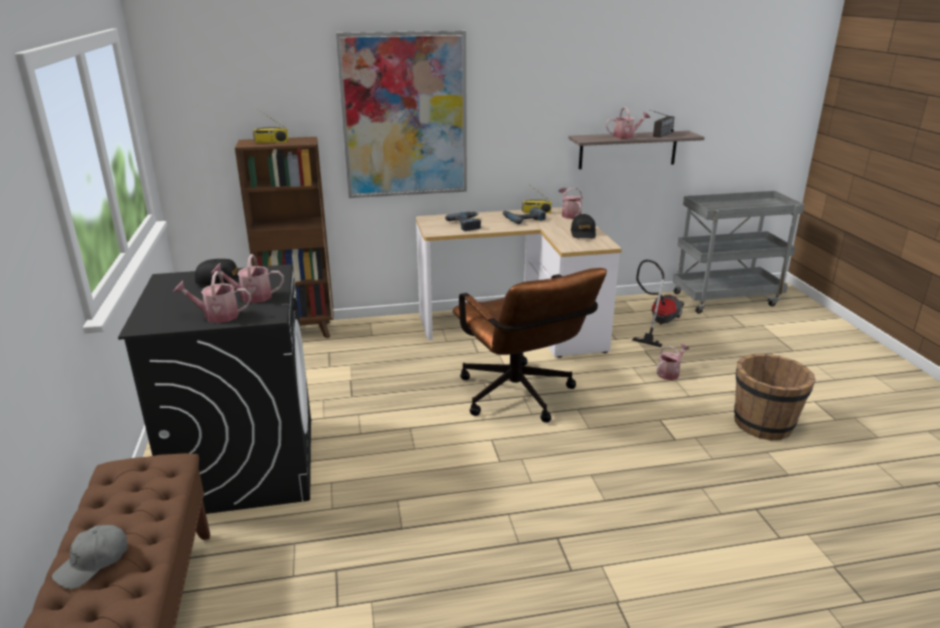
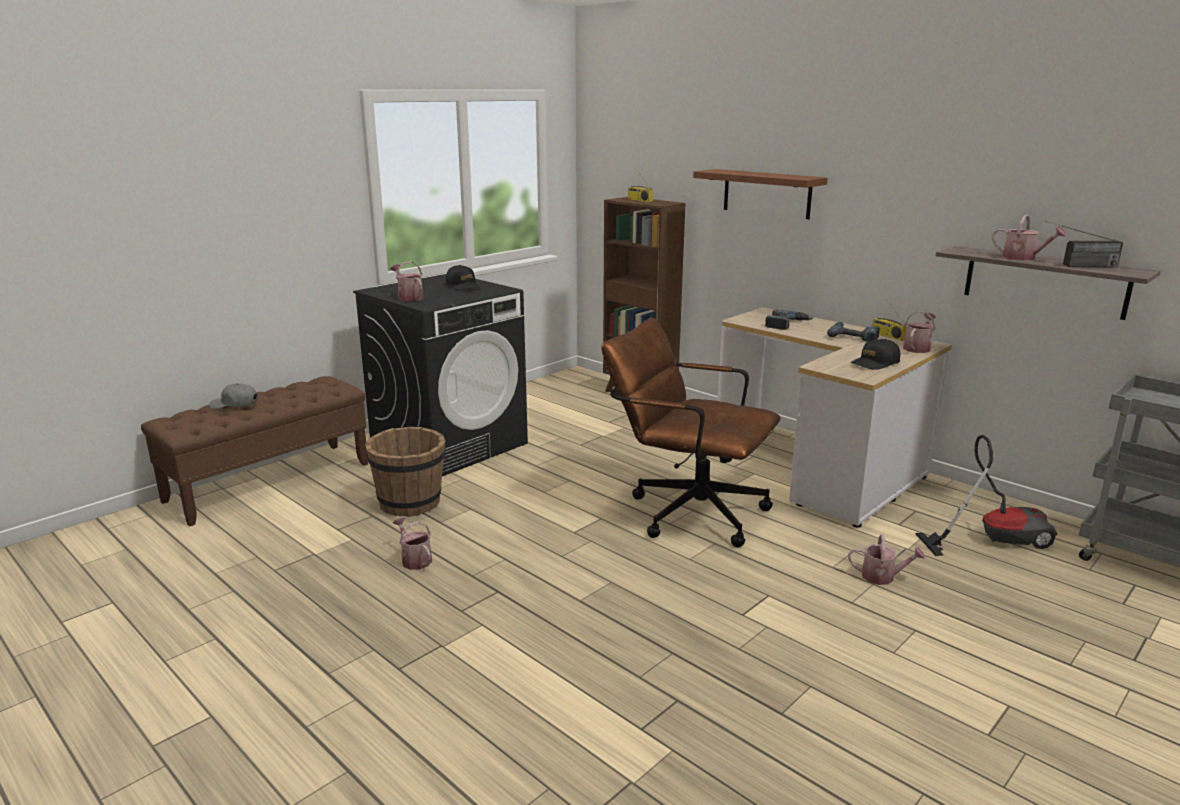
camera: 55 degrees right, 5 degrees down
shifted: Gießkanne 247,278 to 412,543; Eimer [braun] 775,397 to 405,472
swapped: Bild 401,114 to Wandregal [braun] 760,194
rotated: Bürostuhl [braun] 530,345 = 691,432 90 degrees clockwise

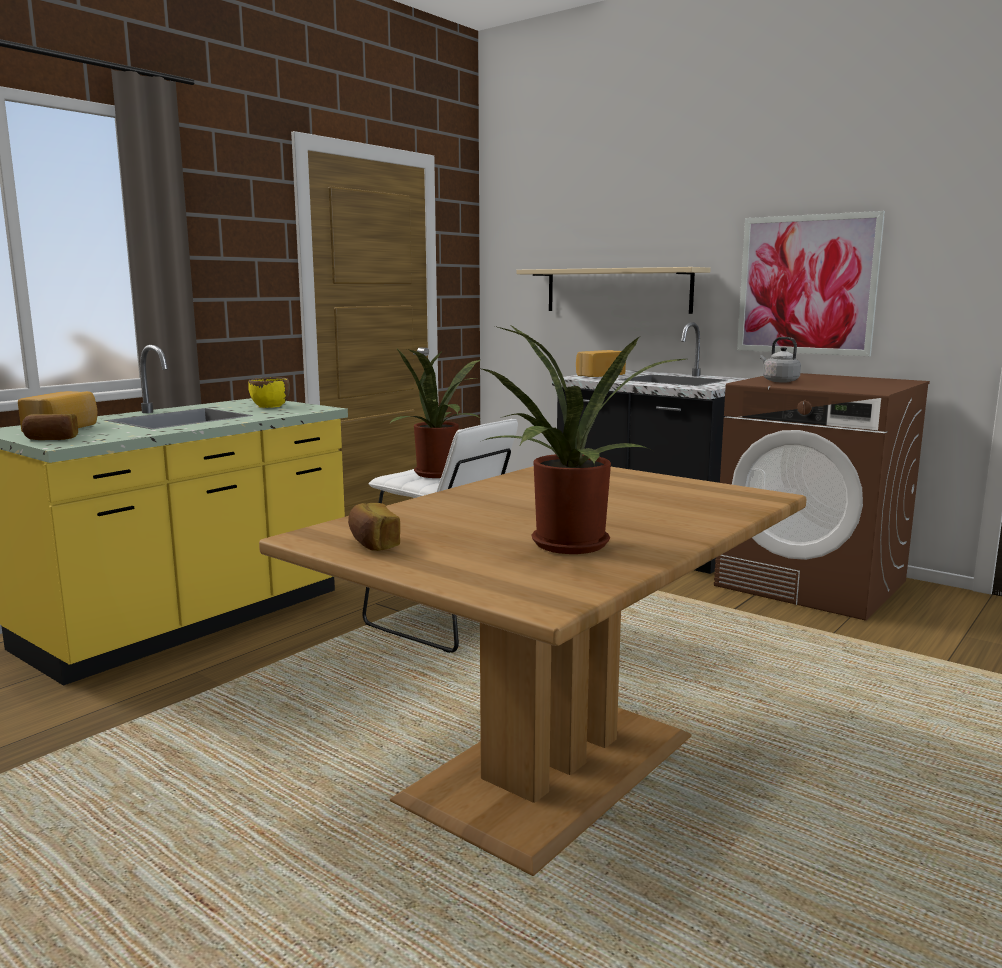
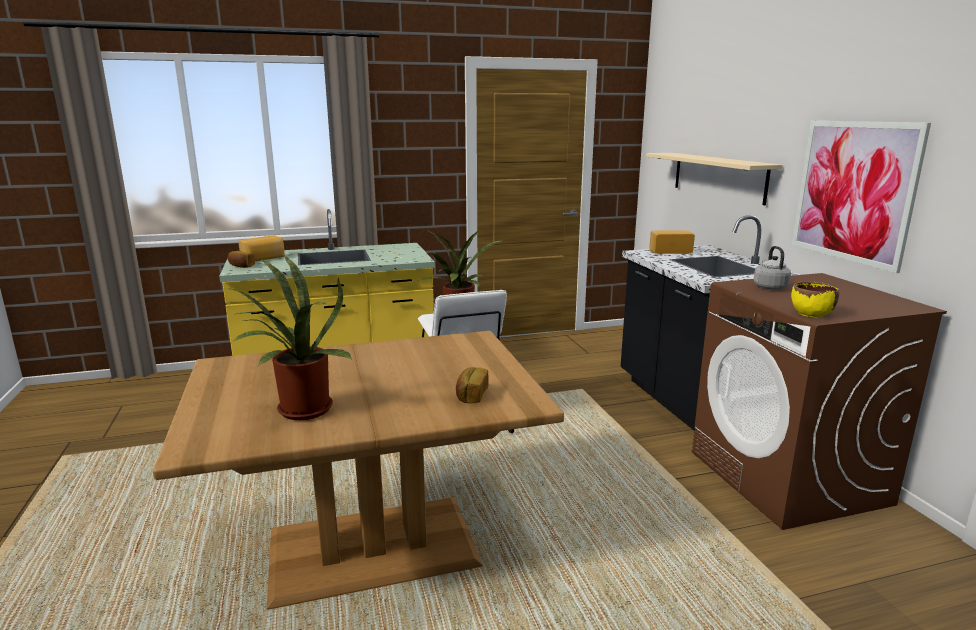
camera: 35 degrees right, 5 degrees up
shifted: Schüssel [gelb] 269,392 to 815,299; Brot 374,527 to 472,385

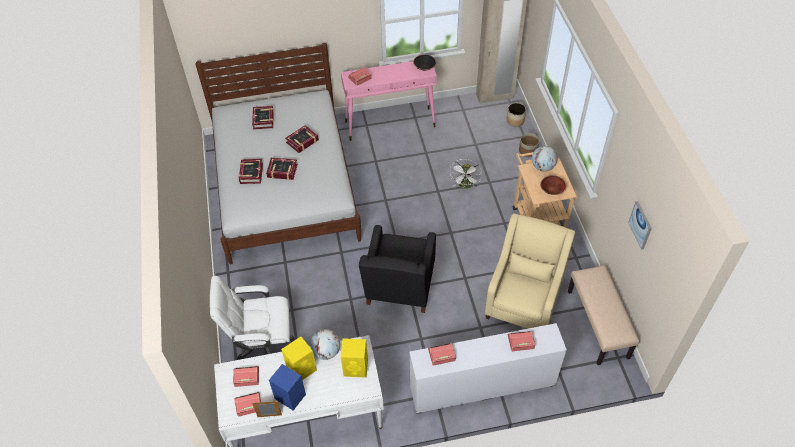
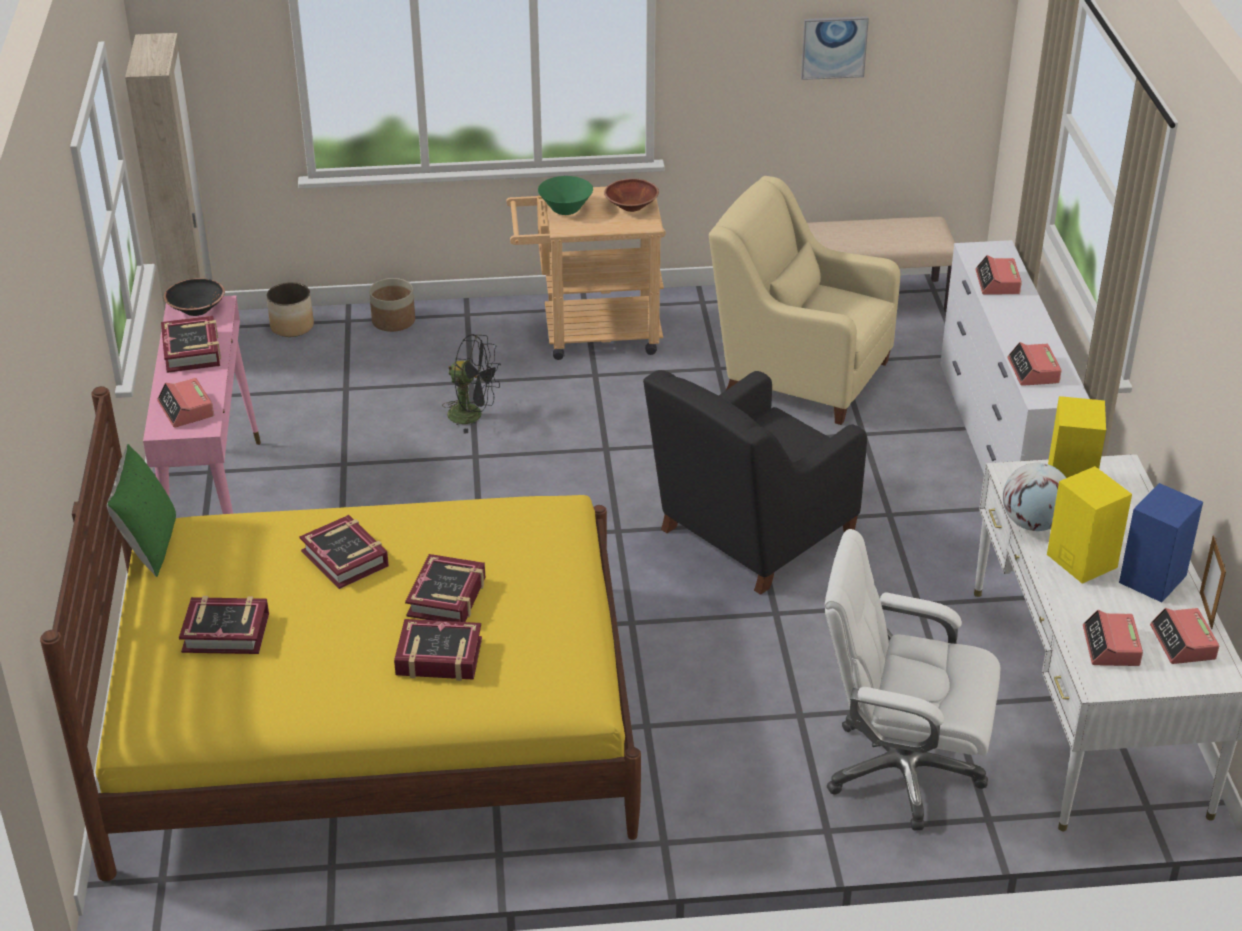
camera: 85 degrees left, 15 degrees down
new: Buch 191,344; Kissen [grün] 141,510
swapped: Globus 545,158 to Schüssel [grün] 565,195
repainted: Bett [weiß] 278,153 to Bett [gelb] 340,633; Ventilator [weiß] 466,174 to Ventilator [schwarz] 471,383
rotated: Sessel [schwarz] 397,269 = 755,482 120 degrees clockwise; Bürostuhl [weiß] 253,318 = 913,680 105 degrees clockwise

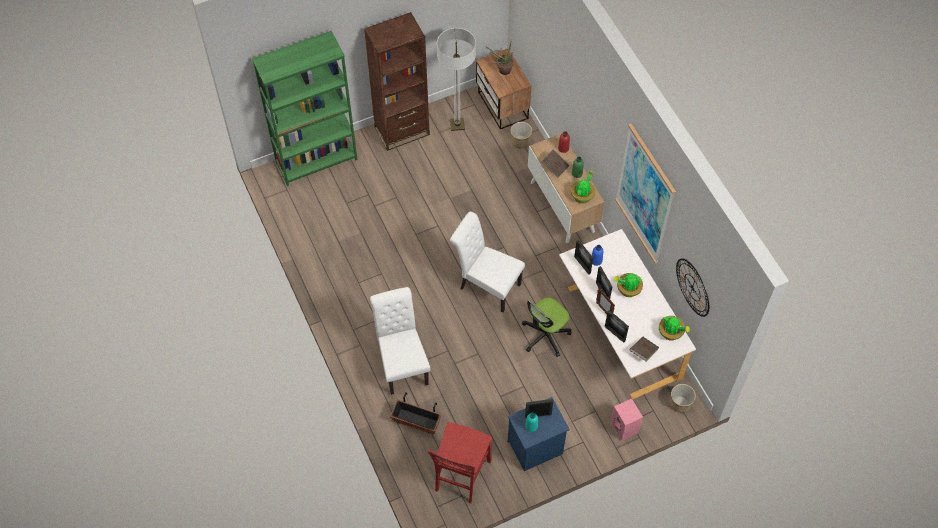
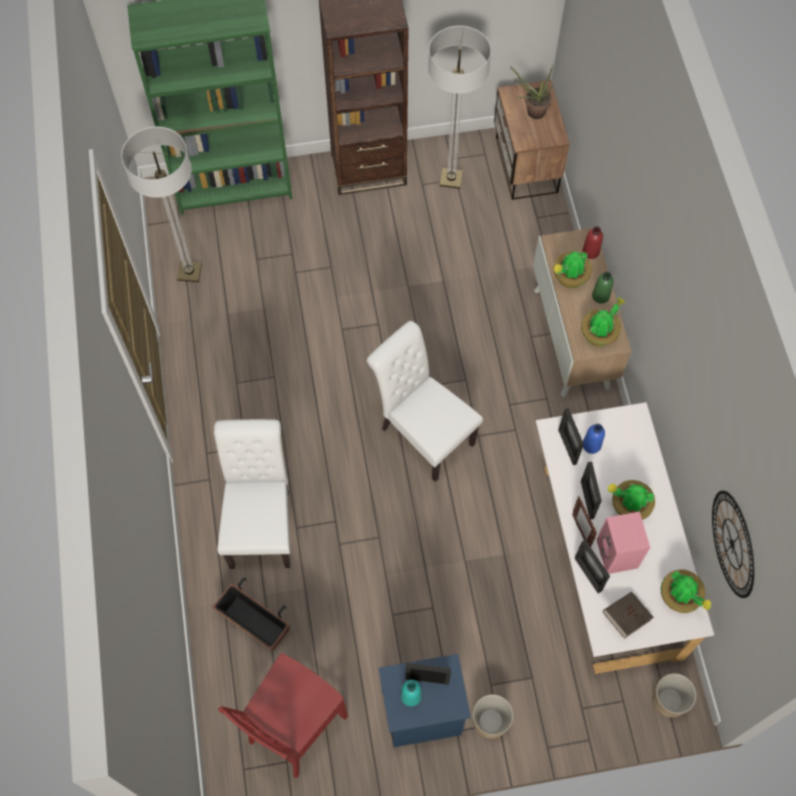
camera: 15 degrees right, 5 degrees up
gone: Bild 645,194; Bürostuhl 547,327
new: Stehlampe 161,204
shifted: Pflanzkübel 521,135 to 493,716; Lautsprecher [rosa] 626,420 to 623,543
swapped: Buch [braun] 555,164 to Topfpflanze 572,269

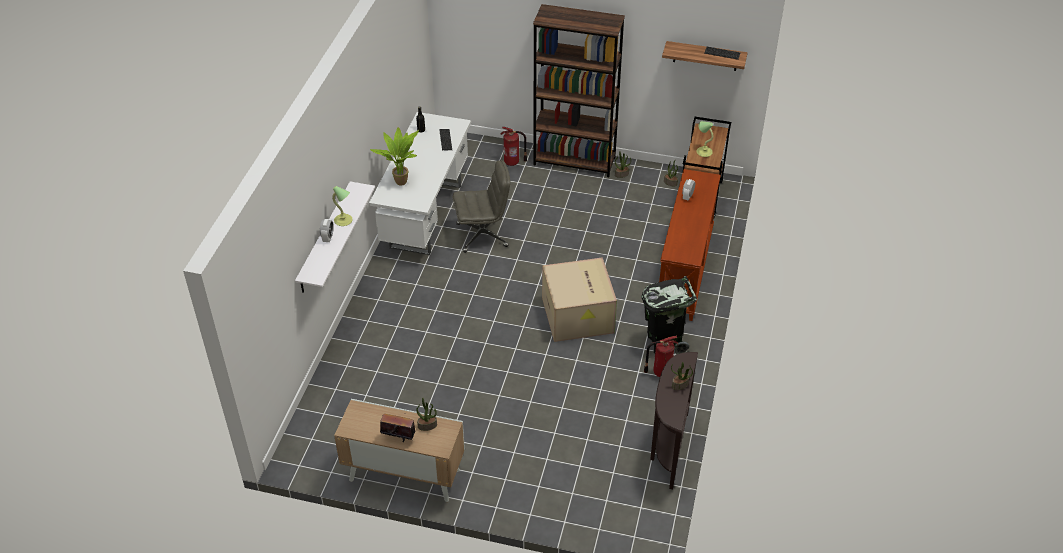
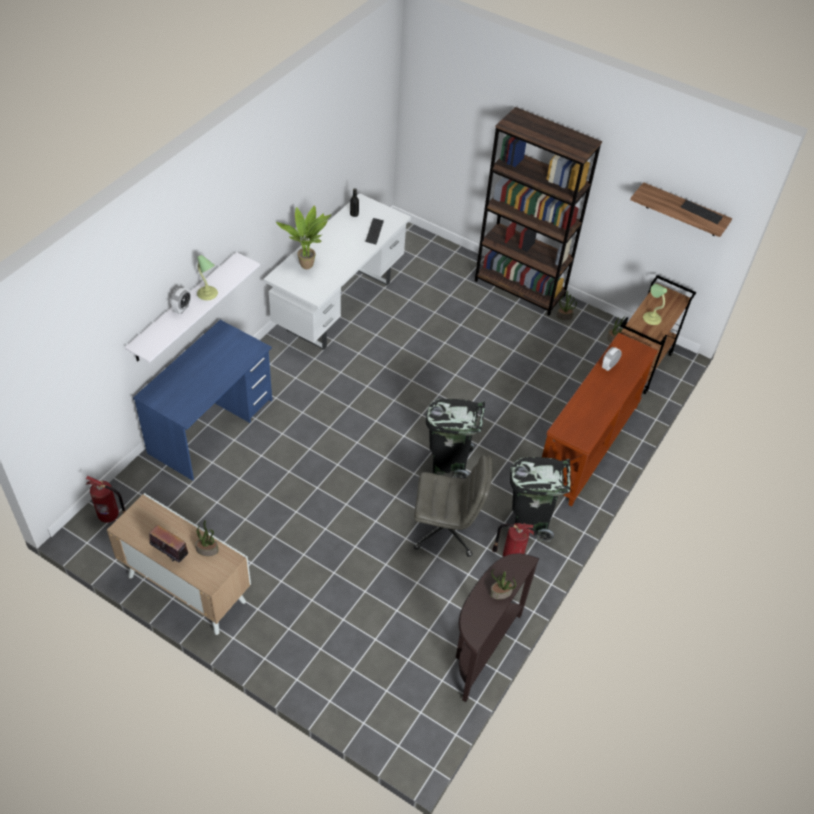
camera: 15 degrees right, 5 degrees up
new: Schreibtisch [blau] 202,400
shifted: Feuerlöscher 514,146 to 105,499; Bürostuhl [grau] 481,206 to 453,506
swapped: Karton 579,299 to Mülleimer [schwarz] 455,439

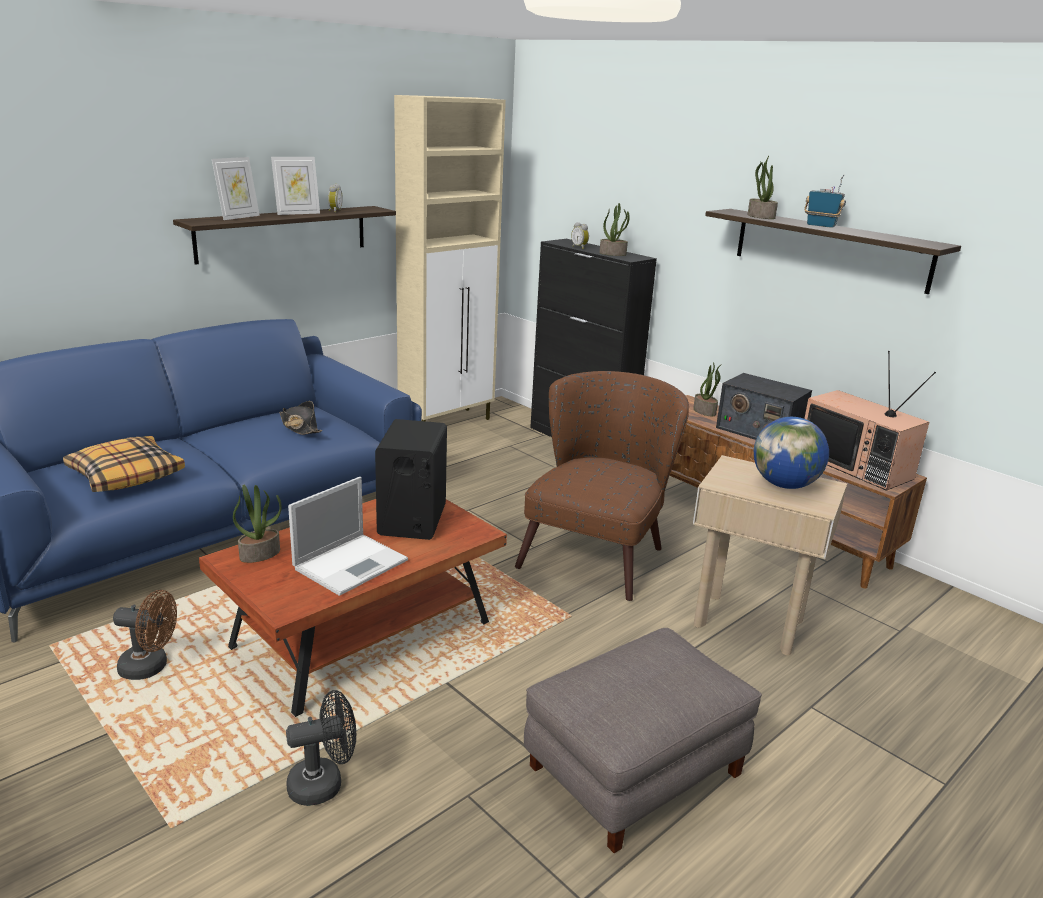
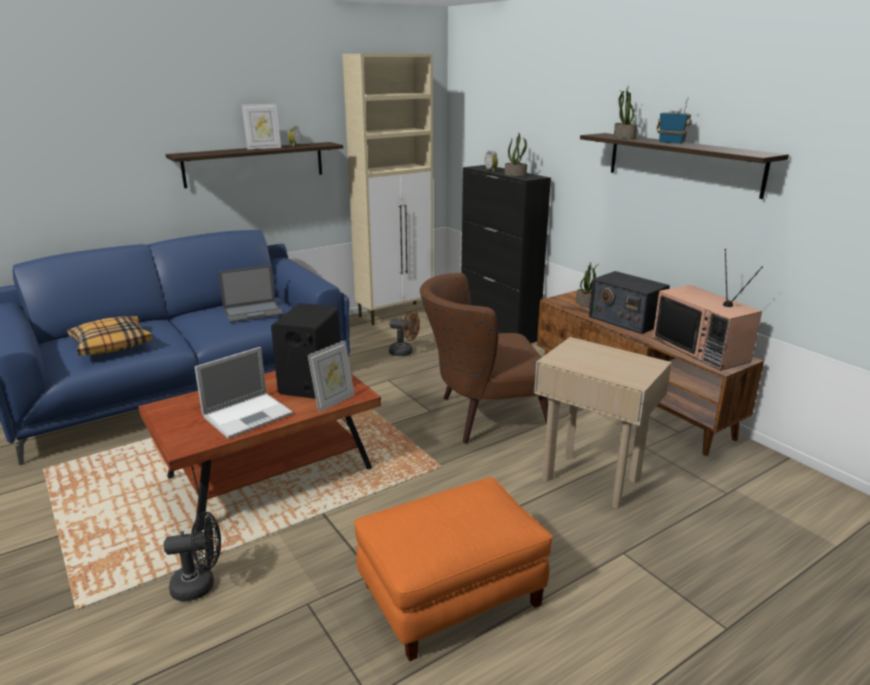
camera: 10 degrees right, 0 degrees up
gone: Globus 791,453; Topfpflanze 257,524
shifted: Bilderrahmen 236,188 to 331,376; Ventilator [braun] 145,635 to 404,333
swapped: Hut [schwarz] 300,418 to Laptop 251,294
repainted: Polsterhocker [grau] 643,740 to Polsterhocker [orange] 453,569
rotated: Sessel [braun] 602,486 = 484,358 135 degrees counterclockwise

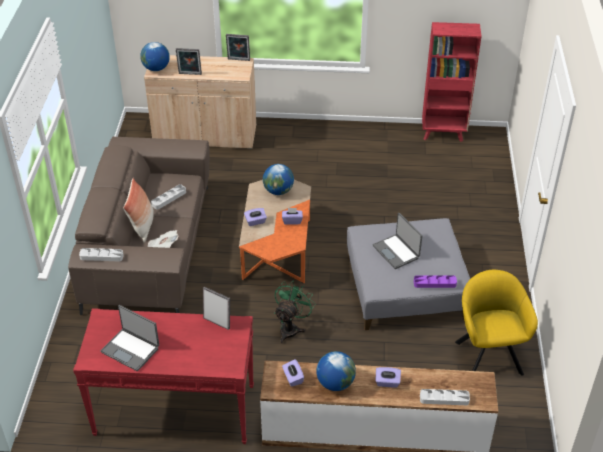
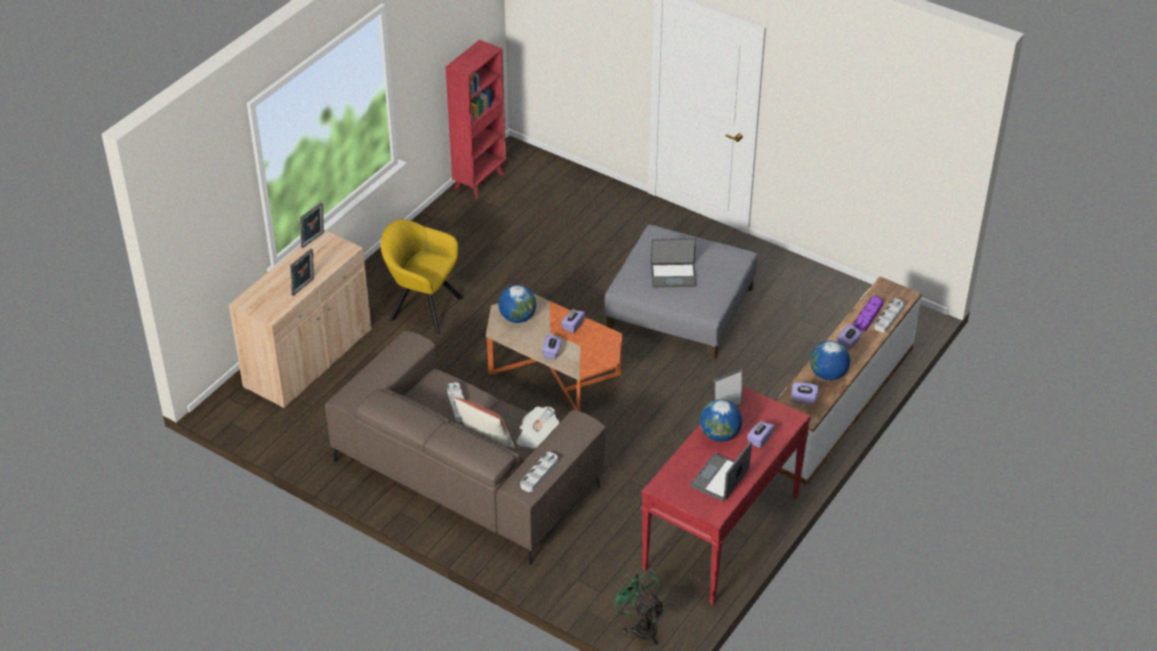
camera: 60 degrees left, 0 degrees up
new: Taschentuchbox [lila] 760,434
shifted: Globus 155,56 to 721,420; Sessel [gelb] 496,323 to 422,276; Tablett [lila] 435,281 to 869,313; Ventilator [grün] 294,312 to 637,607
rotated: Laptop 129,338 = 721,471 150 degrees clockwise

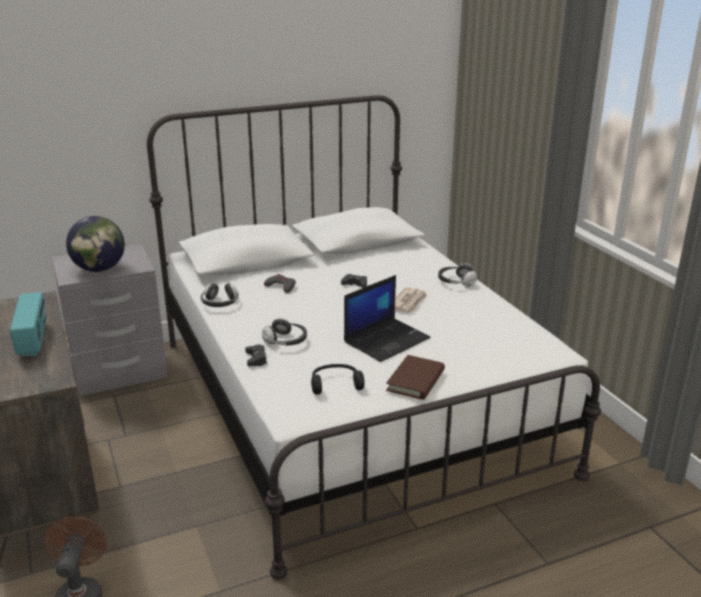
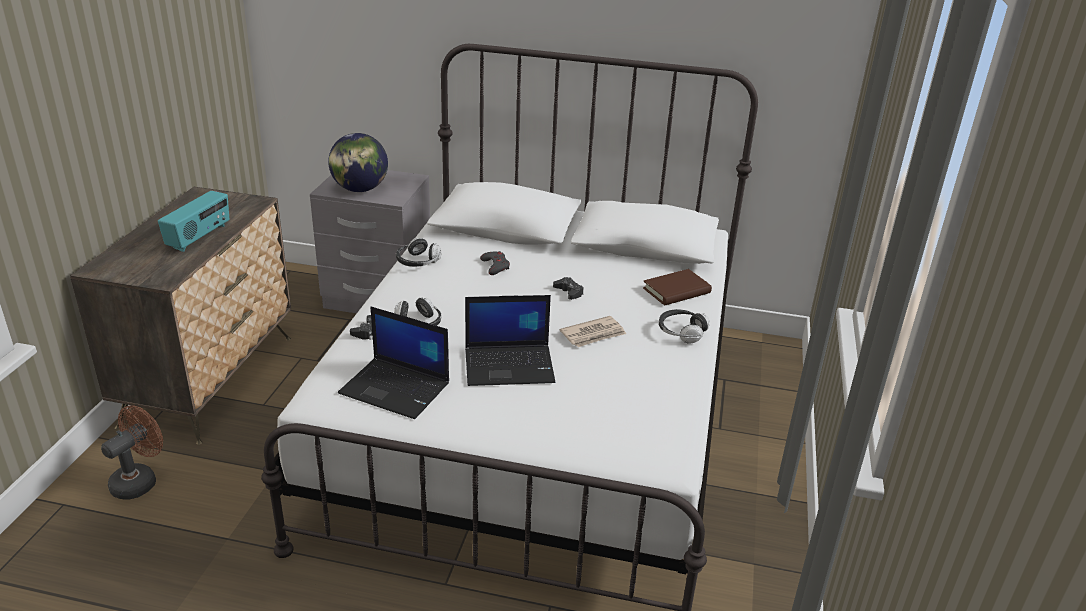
camera: 35 degrees right, 5 degrees up
shifted: Buch [braun] 415,377 to 677,287
swapped: Kopfhörer [schwarz] 338,379 to Laptop 393,363

